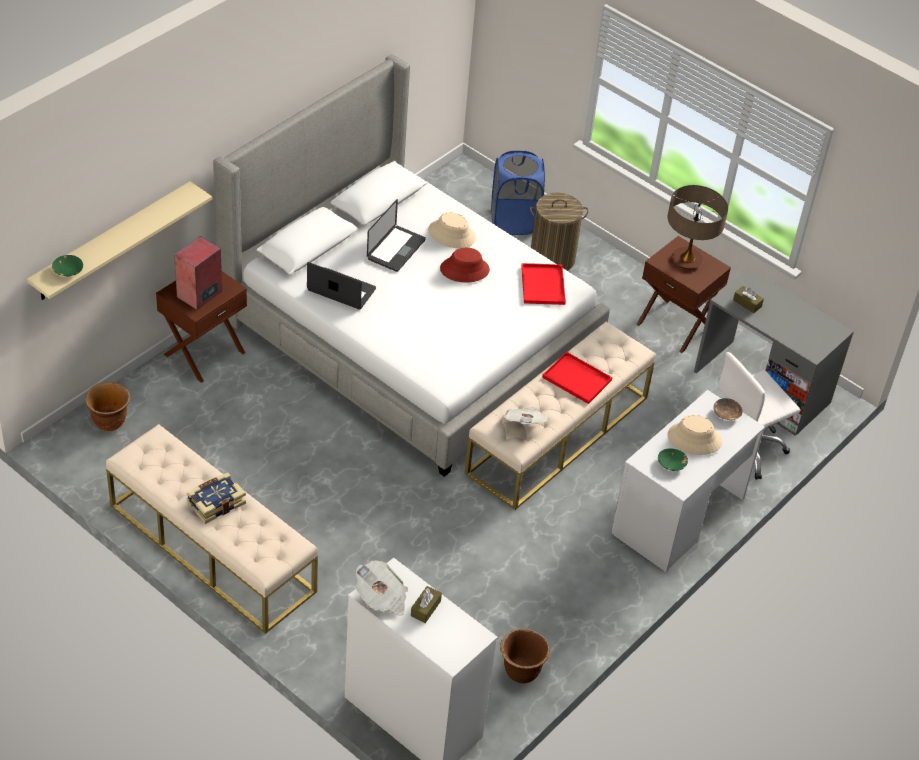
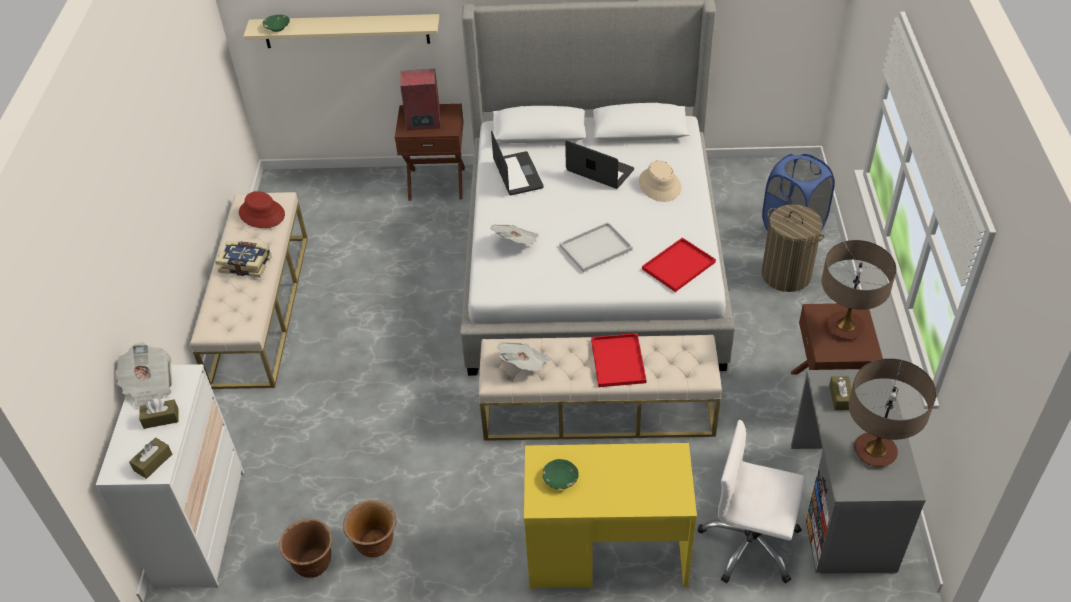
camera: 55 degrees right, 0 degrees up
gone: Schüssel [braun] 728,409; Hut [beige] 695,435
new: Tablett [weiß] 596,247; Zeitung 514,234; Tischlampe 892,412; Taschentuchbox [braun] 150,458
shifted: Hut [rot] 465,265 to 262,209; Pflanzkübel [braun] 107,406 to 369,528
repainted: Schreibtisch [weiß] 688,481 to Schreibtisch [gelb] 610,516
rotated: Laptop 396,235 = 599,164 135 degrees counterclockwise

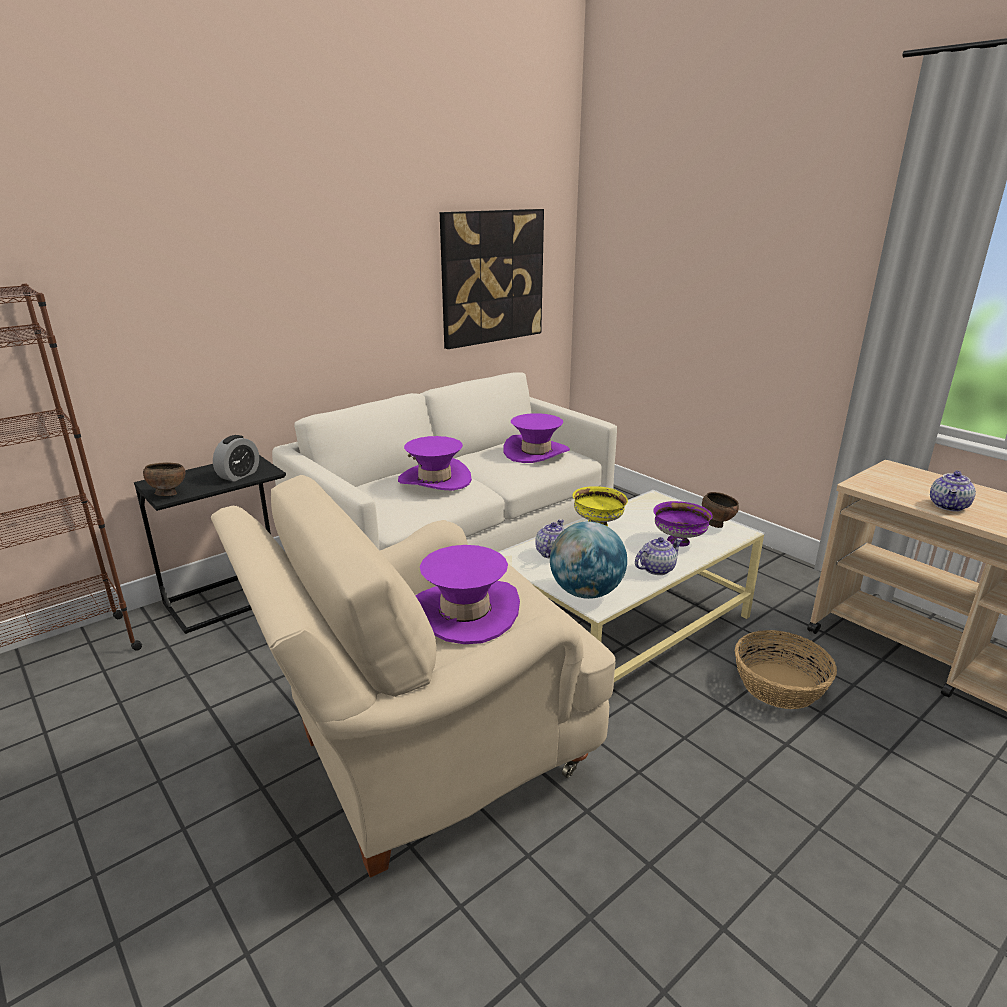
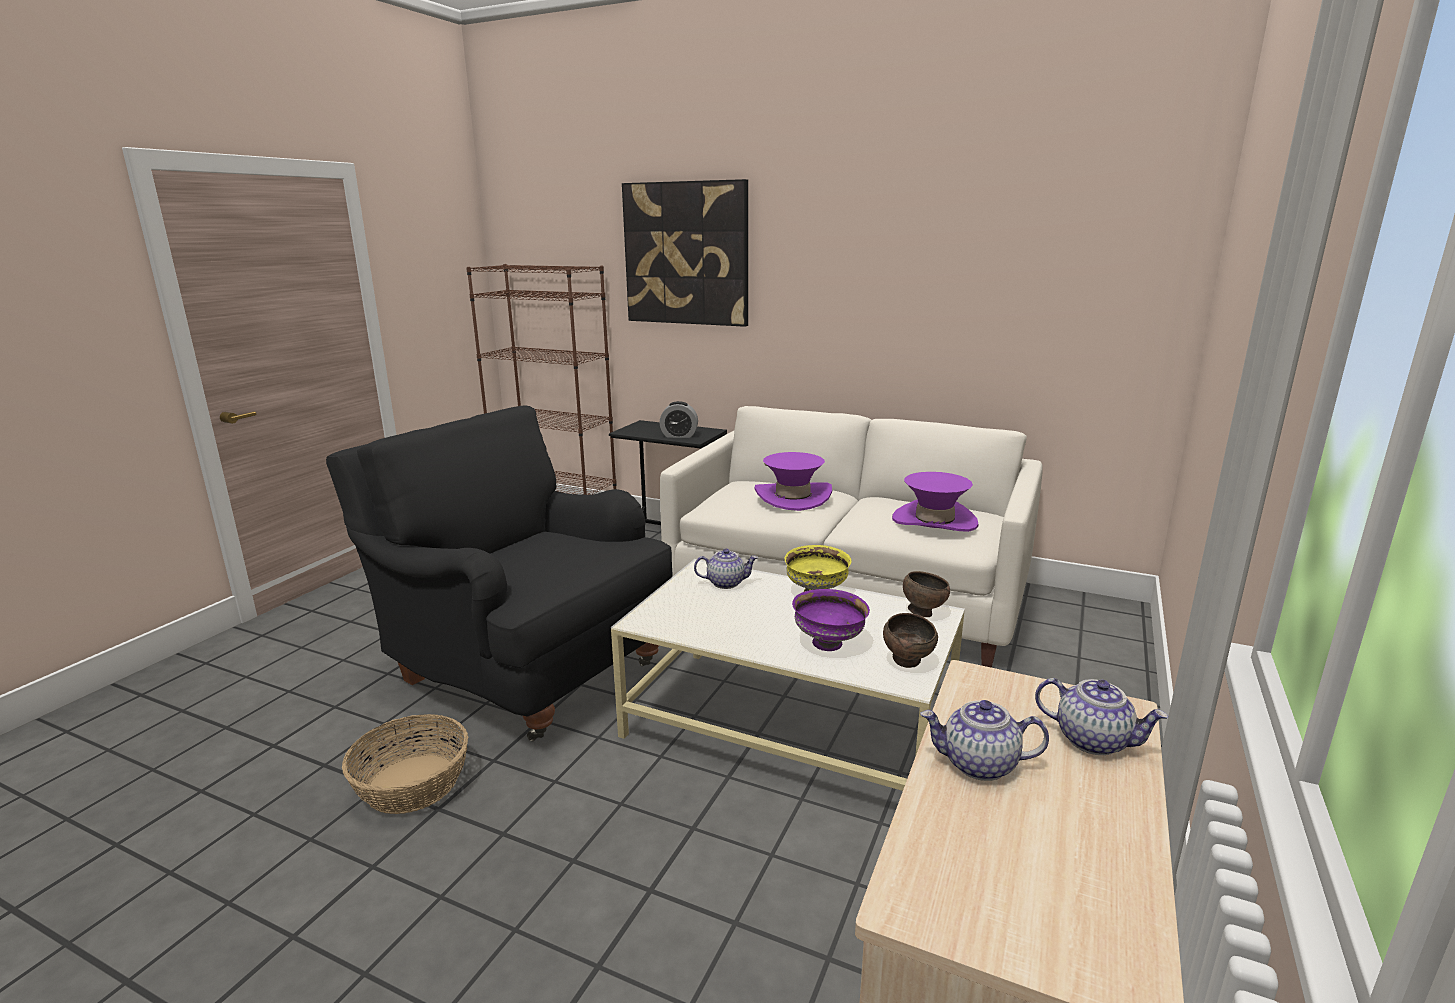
camera: 65 degrees right, 5 degrees down
gone: Globus 588,560; Hut [lila] 467,594
shifted: Bild 492,279 to 685,253; Schüssel [braun] 164,479 to 926,594; Teekanne 659,556 to 1101,716; Korb 786,669 to 405,764
repainted: Sessel [beige] 413,676 to Sessel [schwarz] 499,573

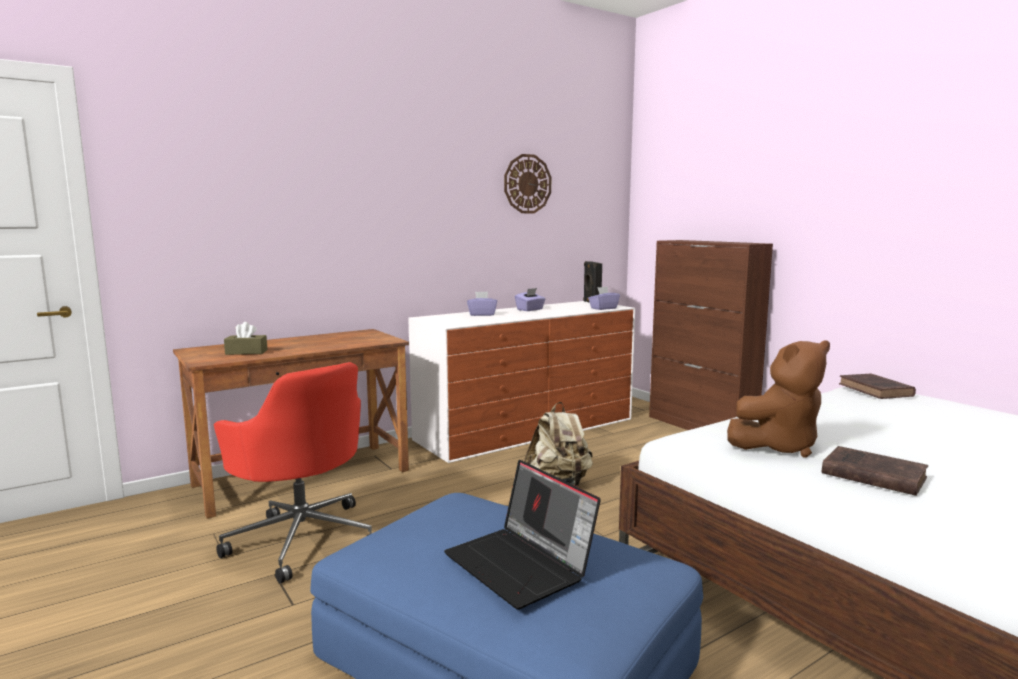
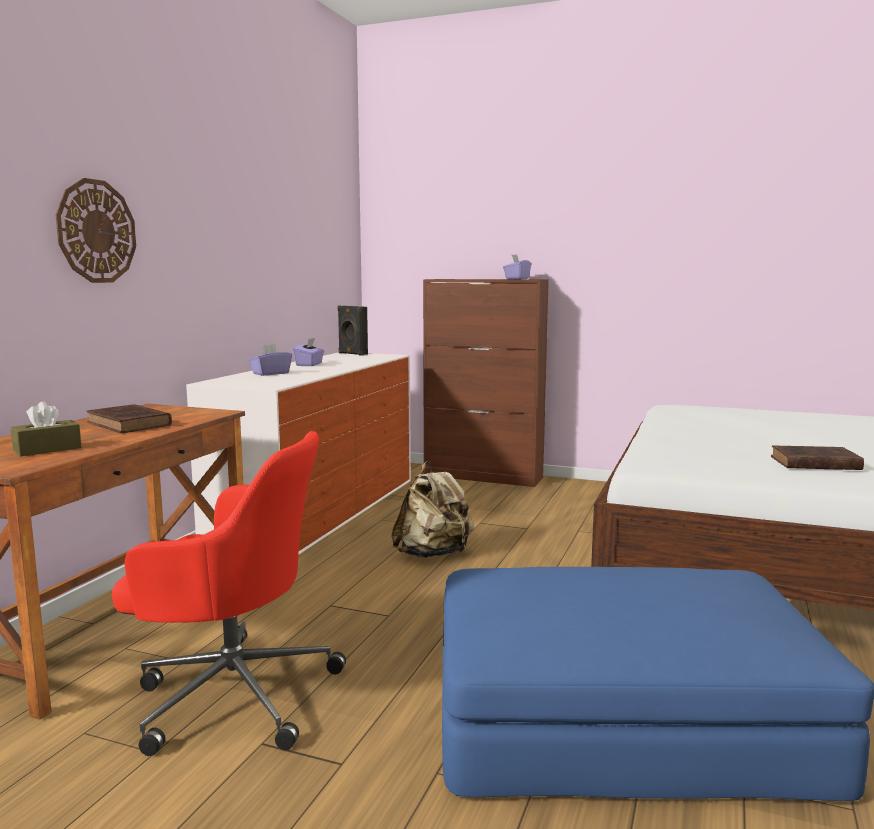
camera: 35 degrees left, 0 degrees up
gone: Plüschtier [braun] 778,399; Laptop 522,534
shifted: Wanduhr 527,183 to 96,230; Taschentuchbox [lila] 604,298 to 517,266; Buch [braun] 877,386 to 129,418

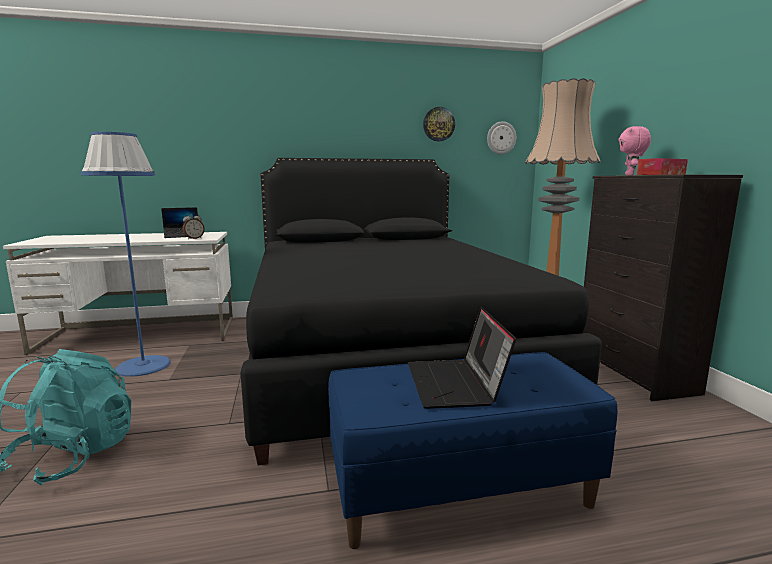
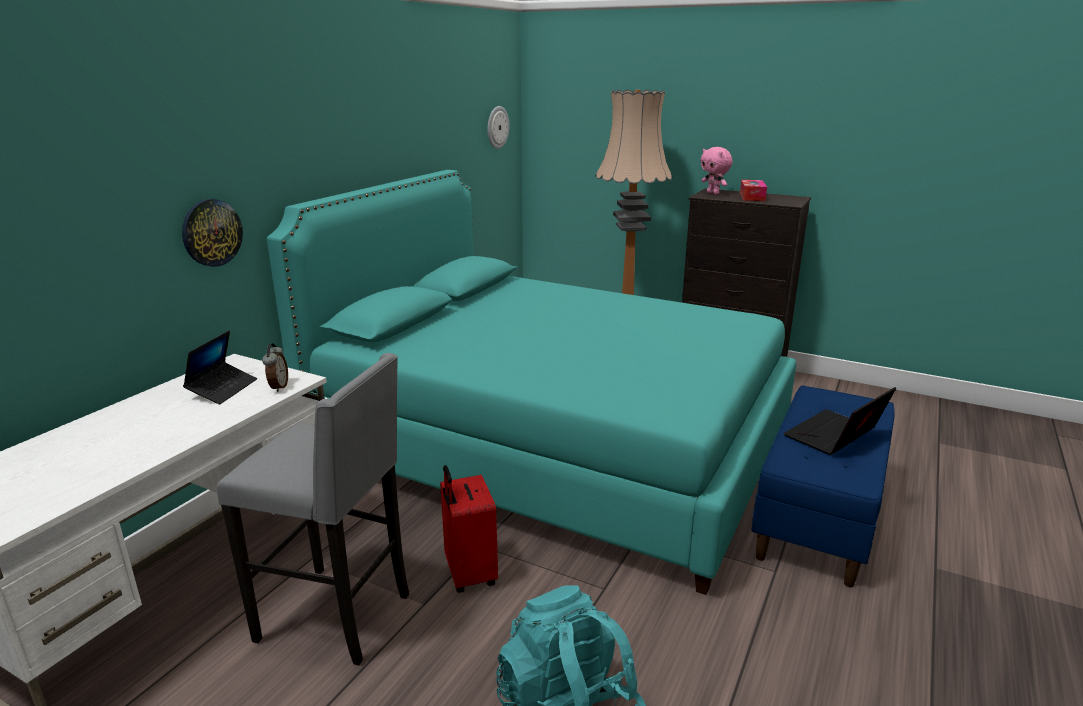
camera: 50 degrees left, 10 degrees up
new: Koffer [rot] 469,529
shifted: Wanduhr 439,124 to 212,233
swapped: Stehlampe [blau] 126,254 to Hocker [grau] 313,509
repainted: Bett [schwarz] 421,311 to Bett [türkis] 531,382
rotated: Laptop 462,358 = 840,421 105 degrees clockwise

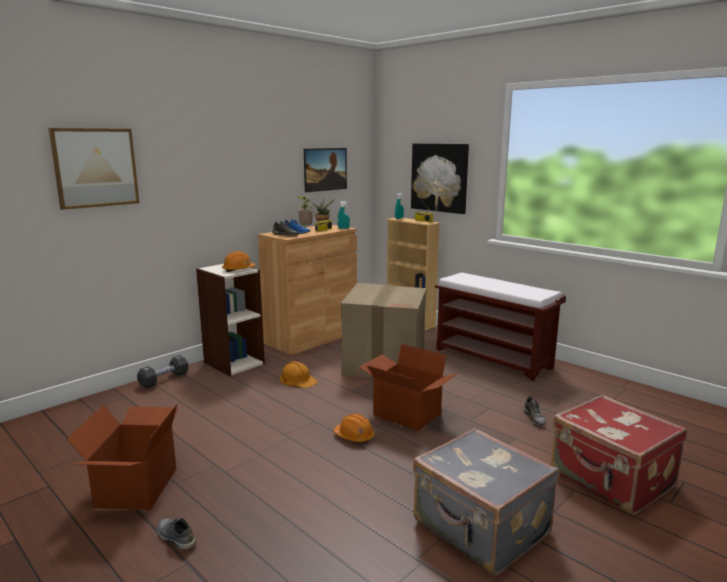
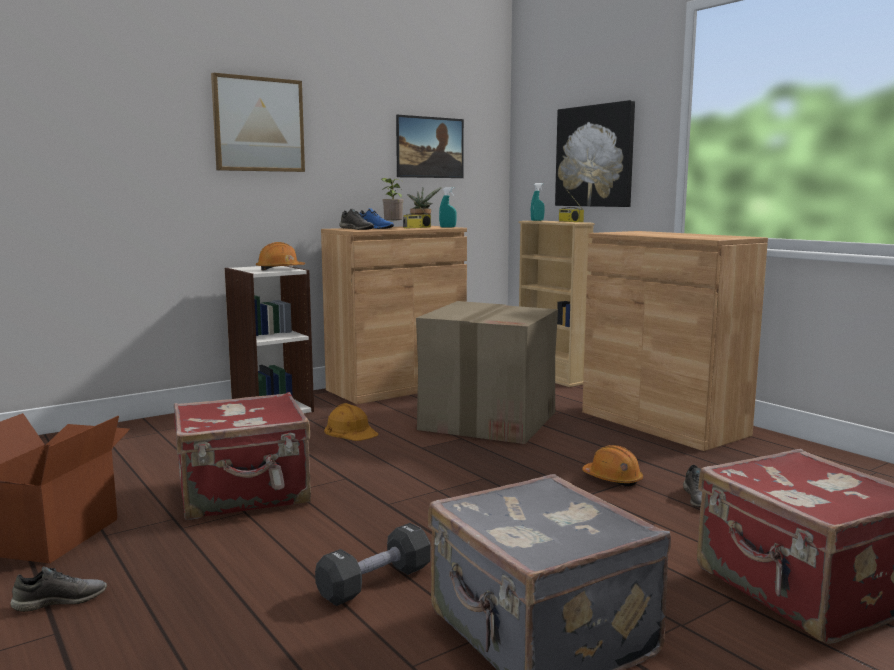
camera: 10 degrees right, 5 degrees down
gone: Karton 408,387
new: Koffer [rot] 242,456
shifted: Bild 93,169 to 258,122; Hantel [schwarz] 162,371 to 372,564; Schutzhelm [orange] 354,428 to 612,466
swapped: Bank [braun] 500,326 to Schrank [braun] 675,341
rotated: Schuh [grau] 177,534 = 58,589 105 degrees clockwise

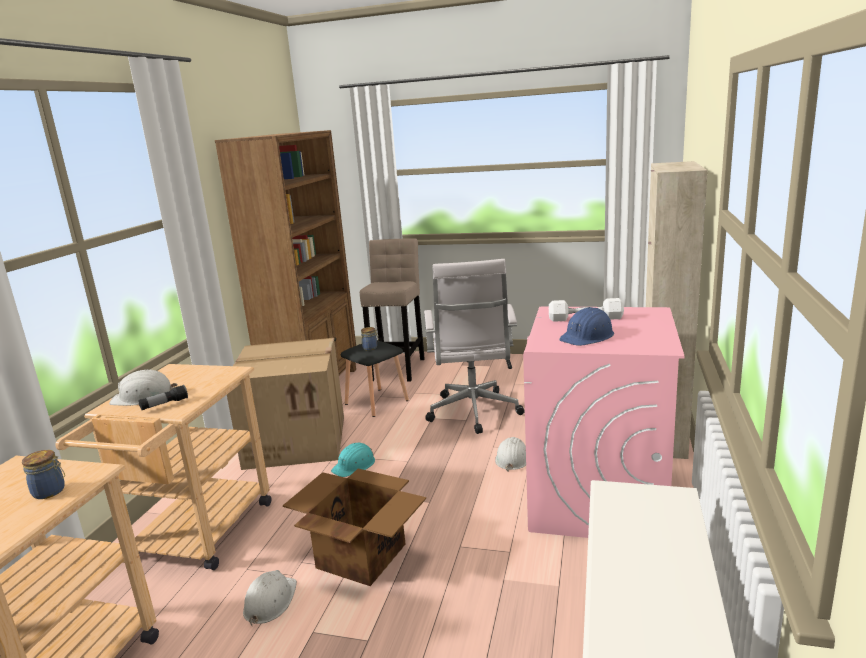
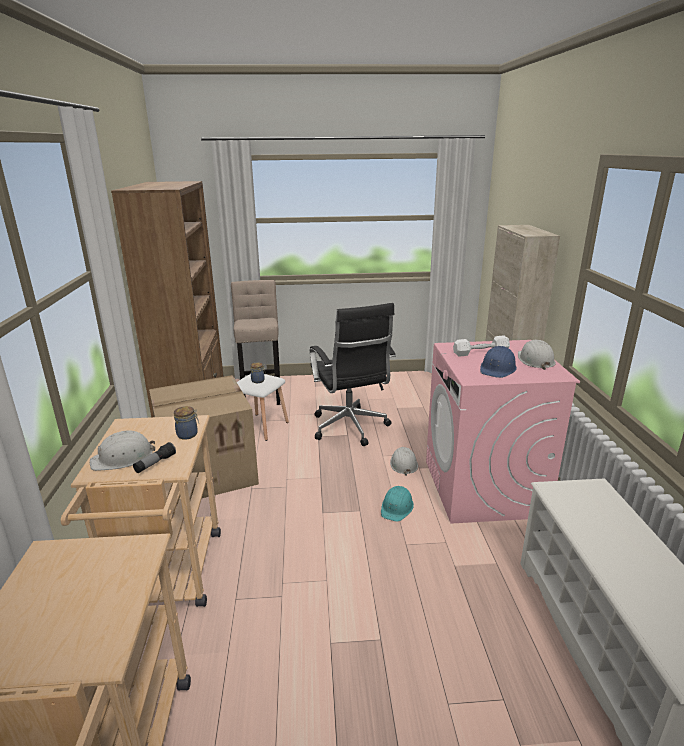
camera: 20 degrees left, 5 degrees up
gone: Karton 354,527
shifted: Schutzhelm [türkis] 353,460 to 397,504; Vorratsglas 43,474 to 186,423; Schutzhelm [weiß] 270,598 to 537,355
repainted: Bürostuhl [weiß] 474,346 to Bürostuhl [schwarz] 353,374; Hocker [schwarz] 375,378 to Hocker [weiß] 263,407

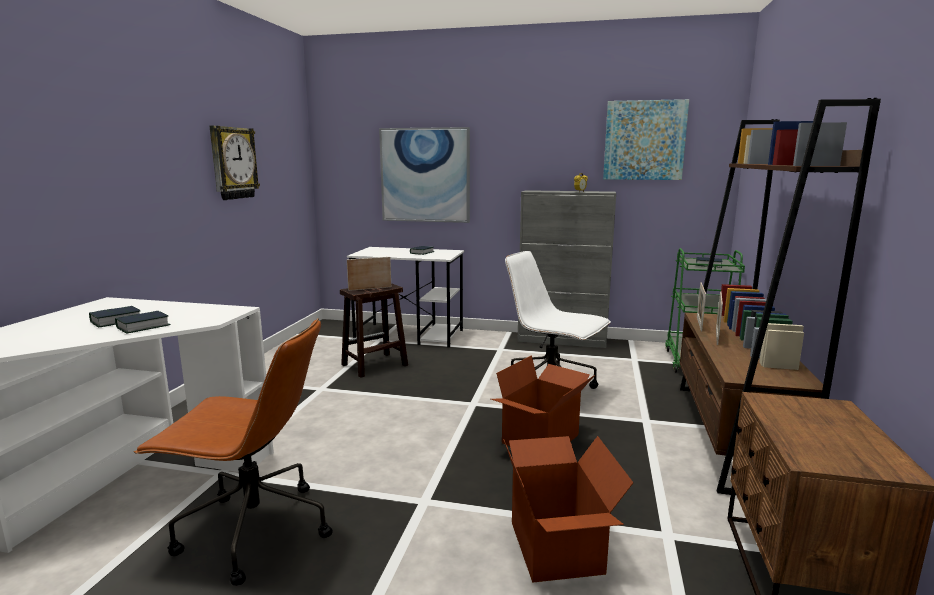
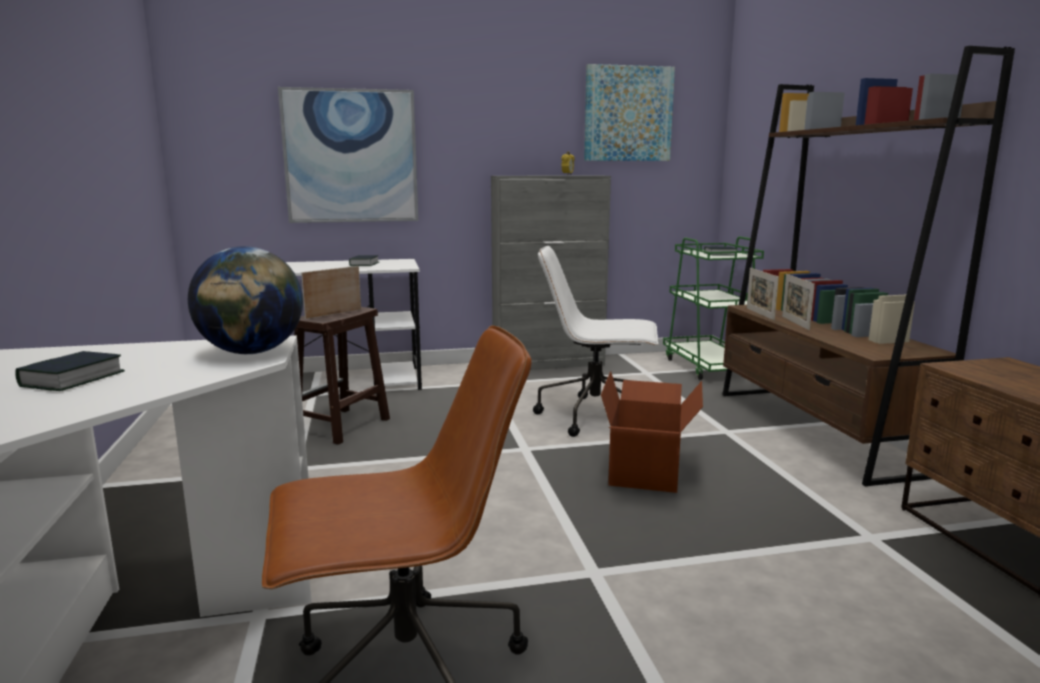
camera: 25 degrees left, 0 degrees up
gone: Wanduhr 235,163; Buch 142,322; Karton 568,509
new: Globus 245,300

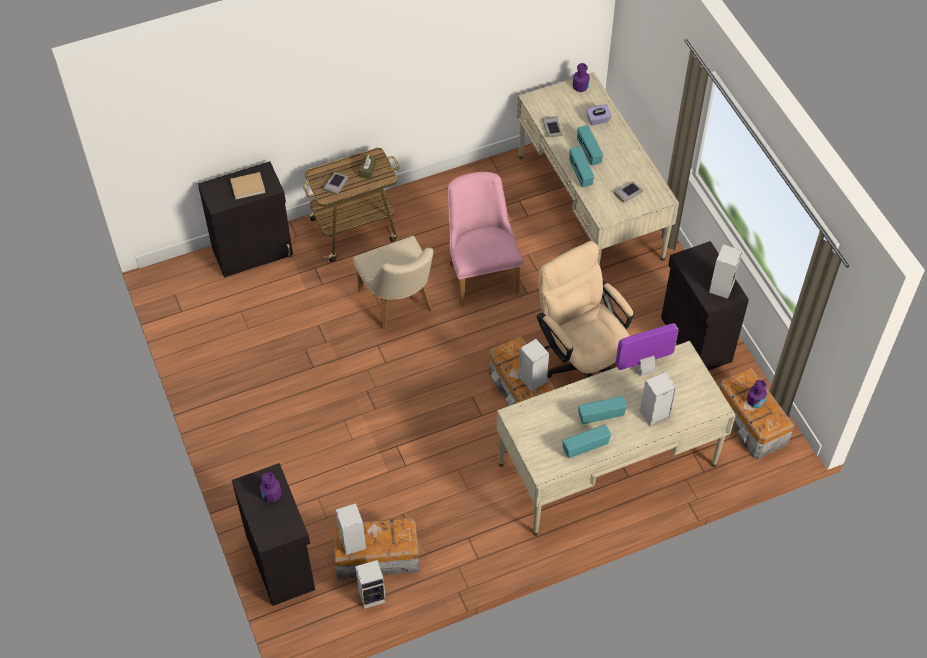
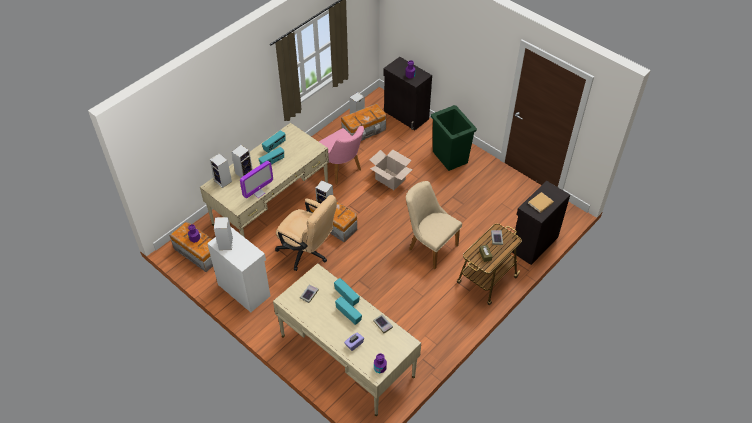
camera: 155 degrees right, 5 degrees down
new: Mülleimer [grün] 454,138; Karton 390,170
shifted: Stuhl [rosa] 485,239 to 341,155; Lautsprecher 351,529 to 221,170
repainted: Schrank [schwarz] 705,306 to Schrank [weiß] 238,269

